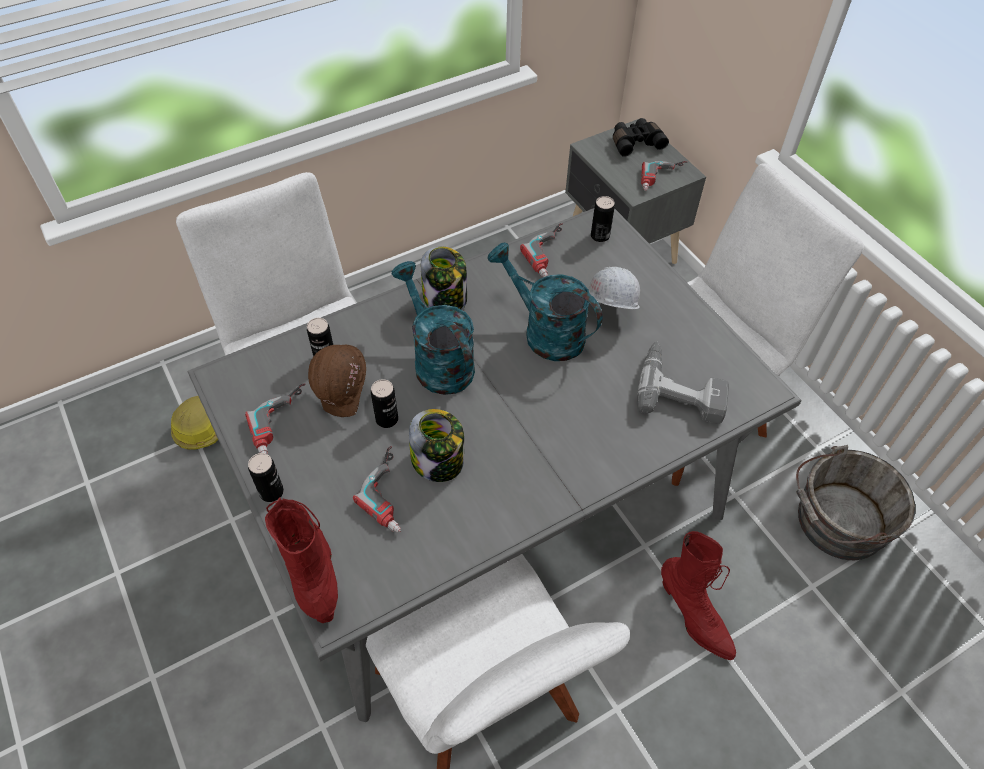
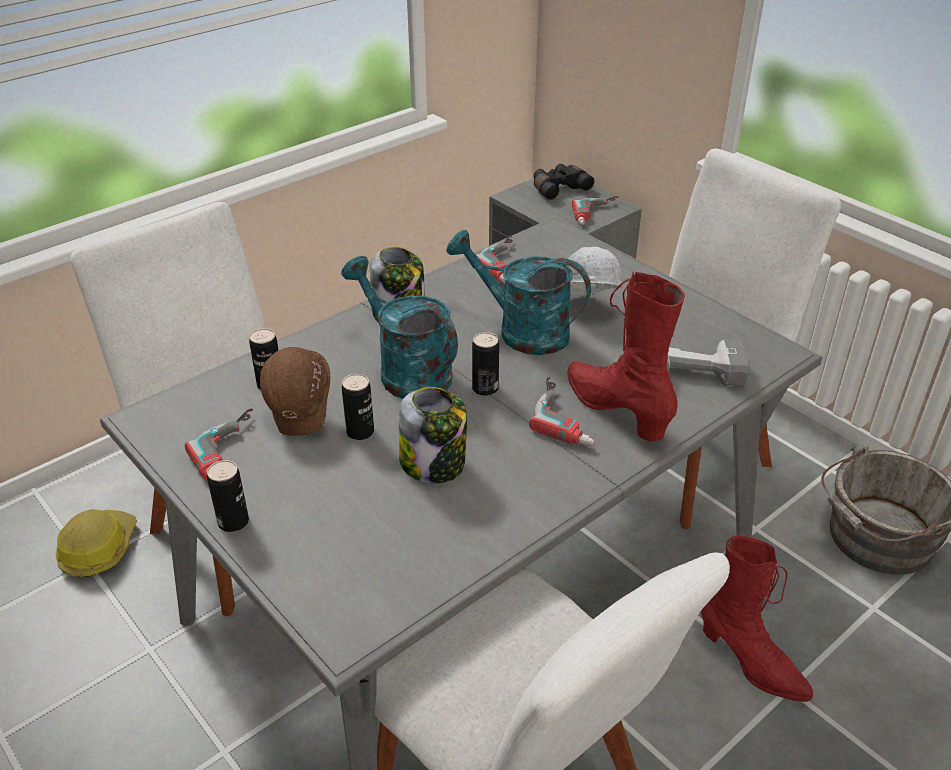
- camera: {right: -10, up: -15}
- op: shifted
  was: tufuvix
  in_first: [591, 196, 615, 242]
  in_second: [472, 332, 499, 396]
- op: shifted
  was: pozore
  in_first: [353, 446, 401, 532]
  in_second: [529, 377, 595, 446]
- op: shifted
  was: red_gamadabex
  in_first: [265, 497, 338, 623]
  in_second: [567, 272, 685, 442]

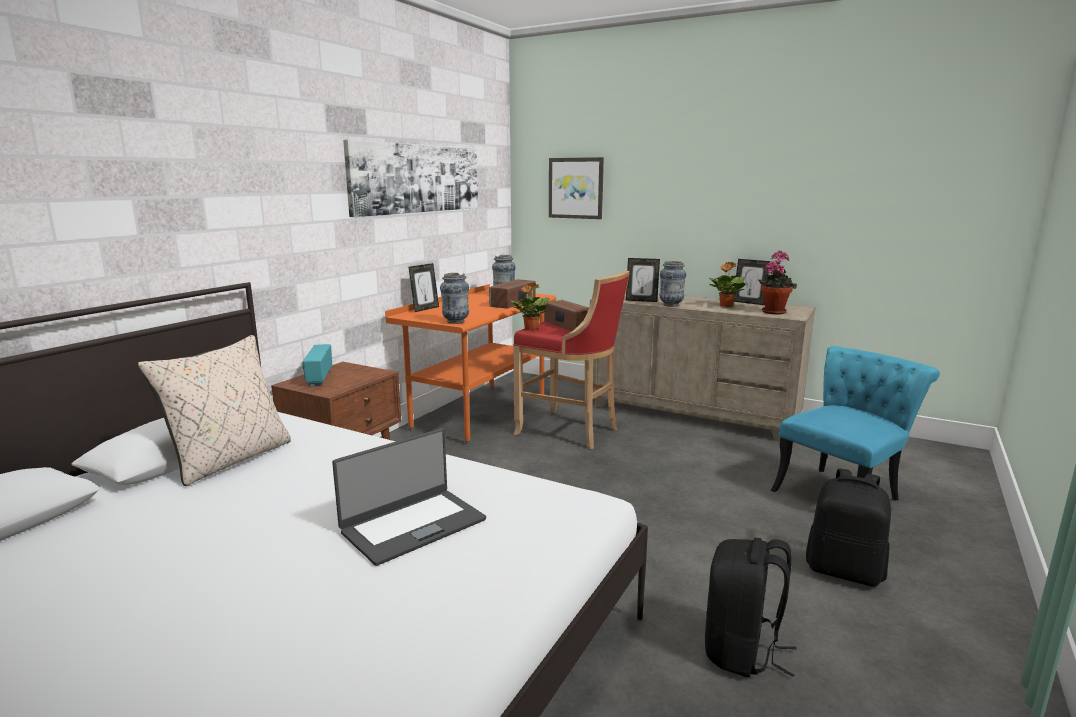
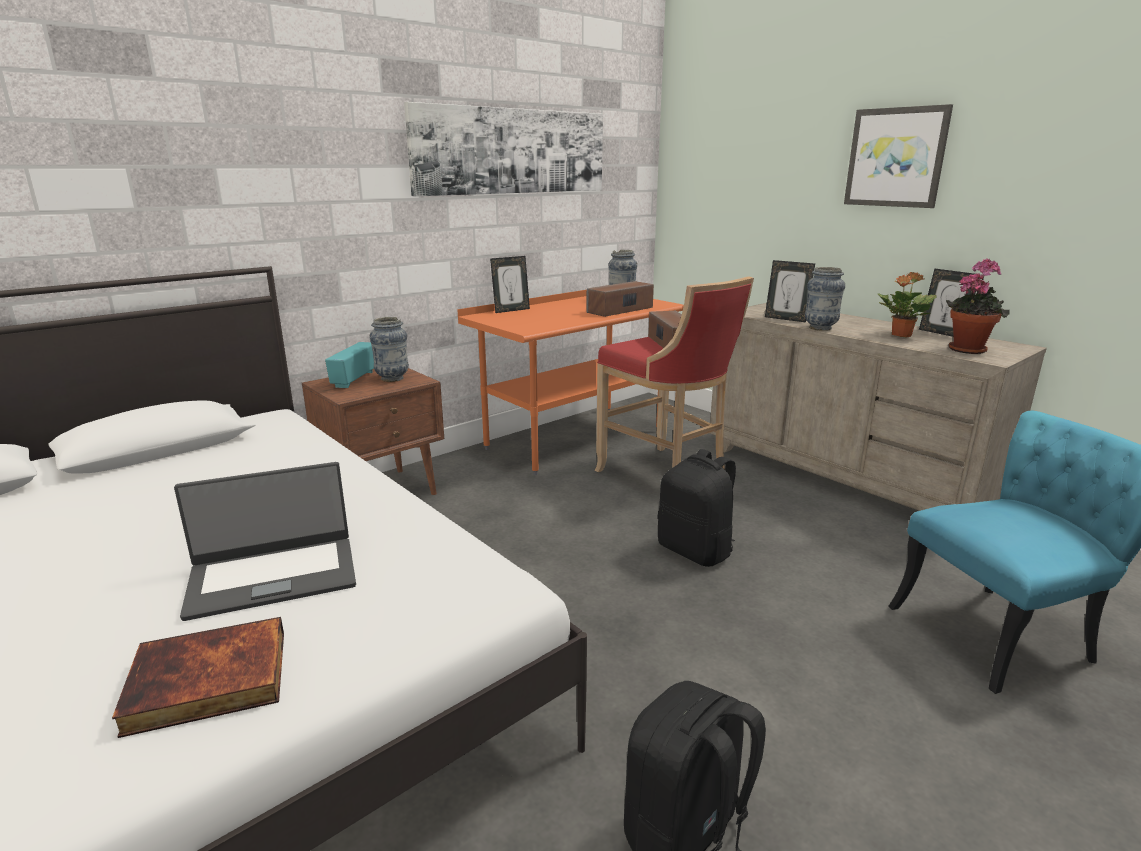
- camera: {right: 20, up: 5}
- op: shifted
  was: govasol
  in_first: [549, 157, 604, 219]
  in_second: [844, 104, 953, 208]
- op: shifted
  was: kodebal
  in_first: [440, 273, 469, 324]
  in_second: [369, 317, 409, 382]
- op: gone
  was: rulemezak
  in_first: [510, 282, 549, 330]
- op: gone
  was: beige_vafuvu
  in_first: [138, 335, 291, 486]
- op: shifted
  was: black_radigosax
  in_first: [806, 469, 891, 587]
  in_second: [658, 449, 736, 567]
- op: new
  now: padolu
  in_second: [112, 617, 284, 738]

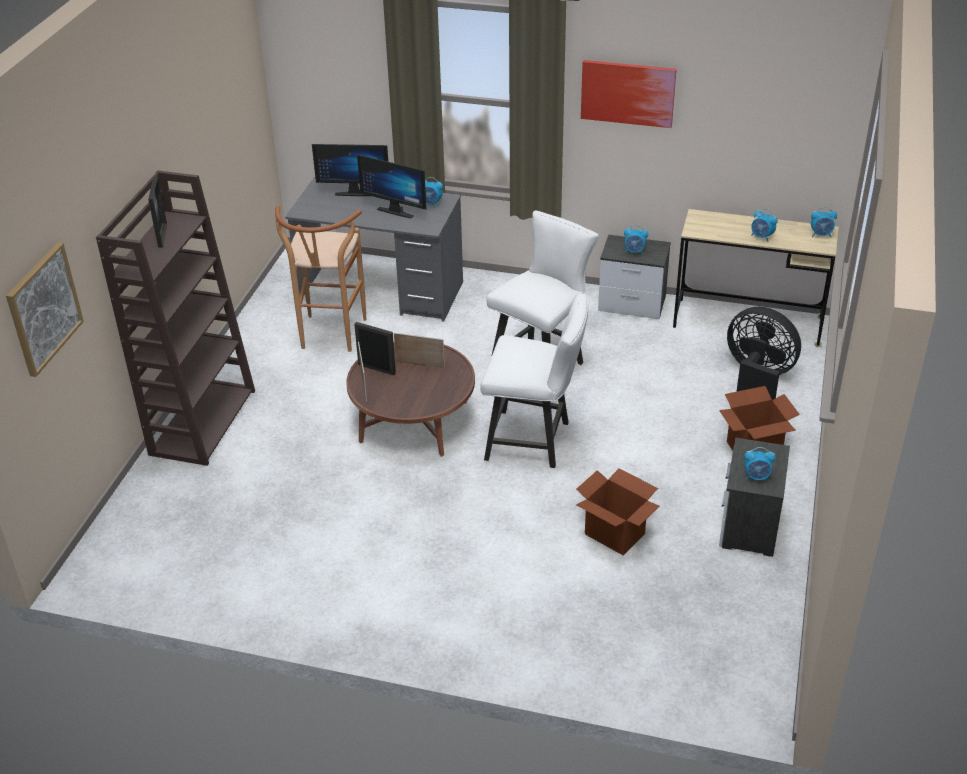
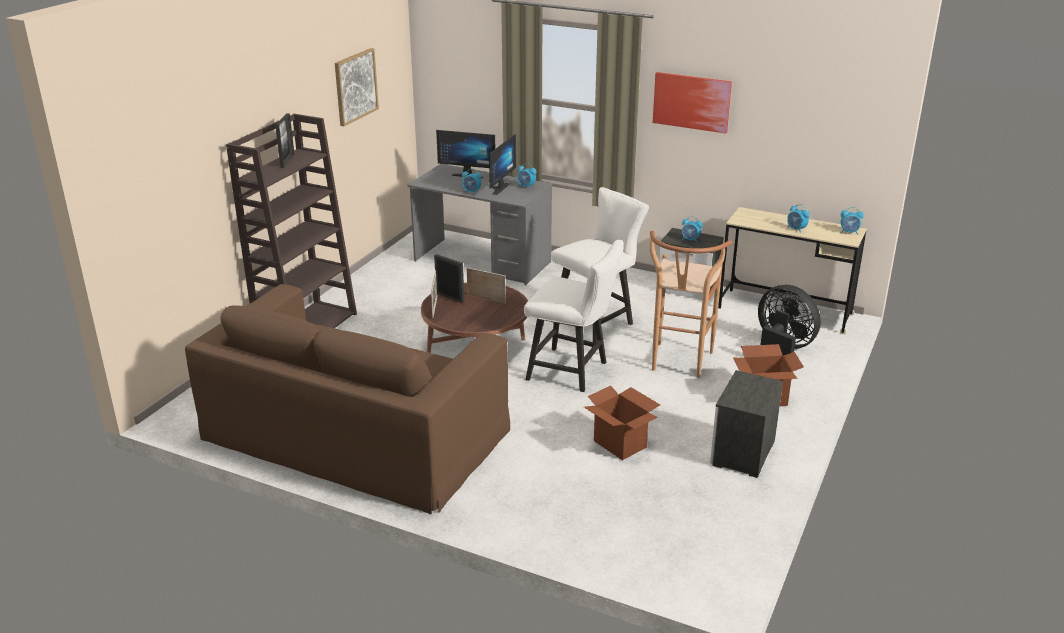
- camera: {right: 10, up: -10}
- op: rotated
  was: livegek
  in_first: [357, 154, 427, 219]
  in_second: [489, 134, 516, 195]
  clockwise: -105
- op: shifted
  was: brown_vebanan
  in_first: [275, 206, 366, 352]
  in_second: [650, 230, 732, 378]
- op: shifted
  was: govasol
  in_first: [6, 242, 84, 377]
  in_second: [335, 48, 379, 126]
- op: shifted
  was: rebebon
  in_first: [744, 447, 776, 481]
  in_second: [462, 169, 482, 194]
- op: new
  now: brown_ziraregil
  in_second: [185, 284, 510, 514]

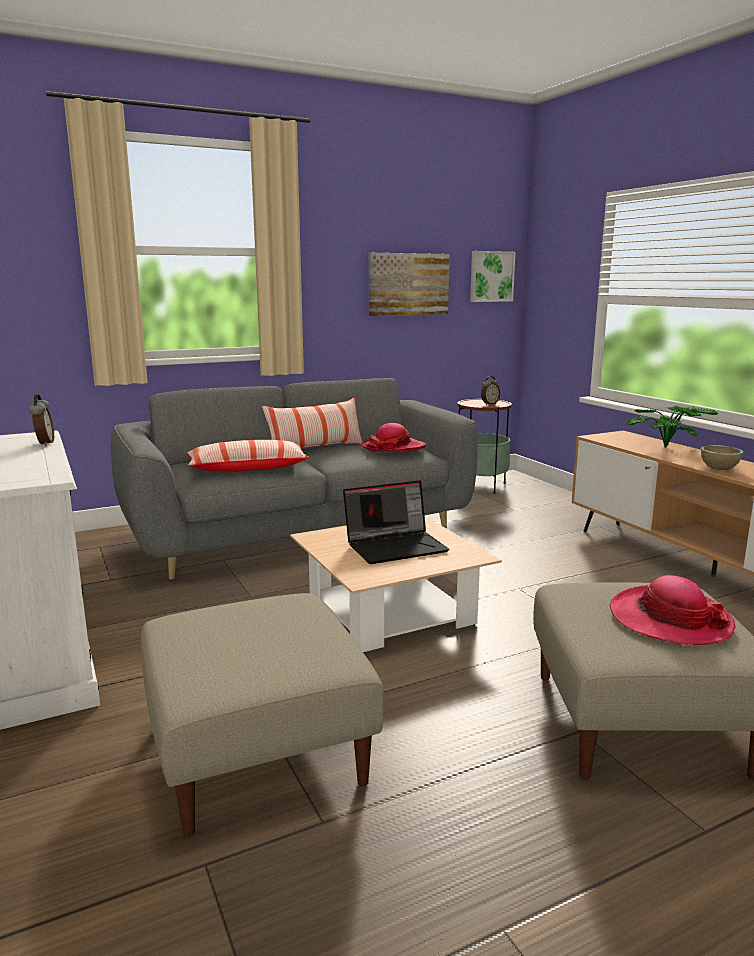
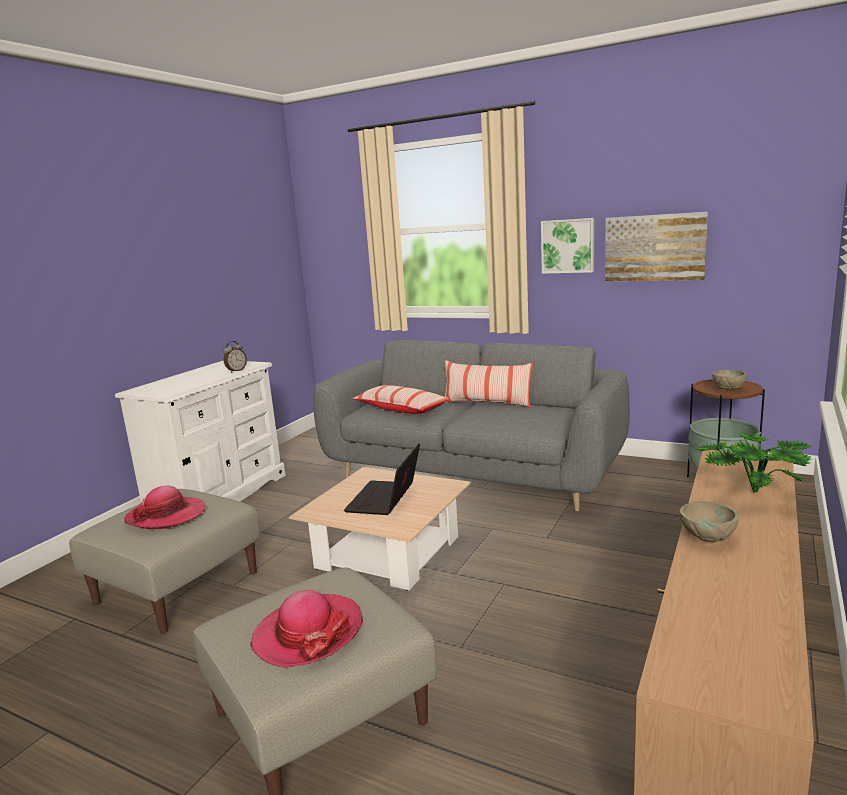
- camera: {right: 55, up: 0}
- op: shifted
  was: govasol
  in_first: [470, 251, 516, 302]
  in_second: [541, 218, 594, 274]
- op: swapped
  was: rebebon
  now: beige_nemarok
  in_first: [481, 376, 500, 405]
  in_second: [712, 370, 747, 390]
- op: shifted
  was: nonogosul
  in_first: [361, 423, 426, 453]
  in_second: [124, 485, 206, 529]
- op: rotated
  was: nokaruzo
  in_first: [343, 480, 449, 564]
  in_second: [344, 443, 420, 515]
  clockwise: 75

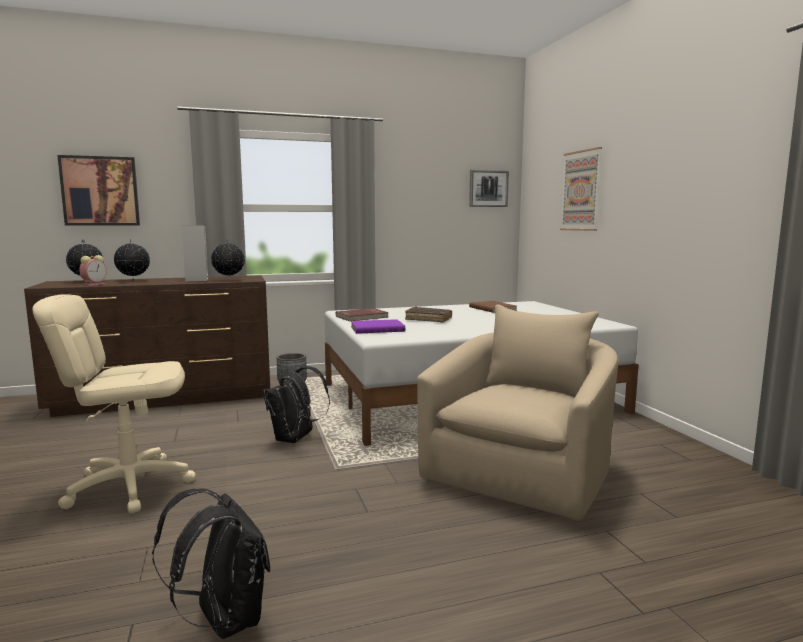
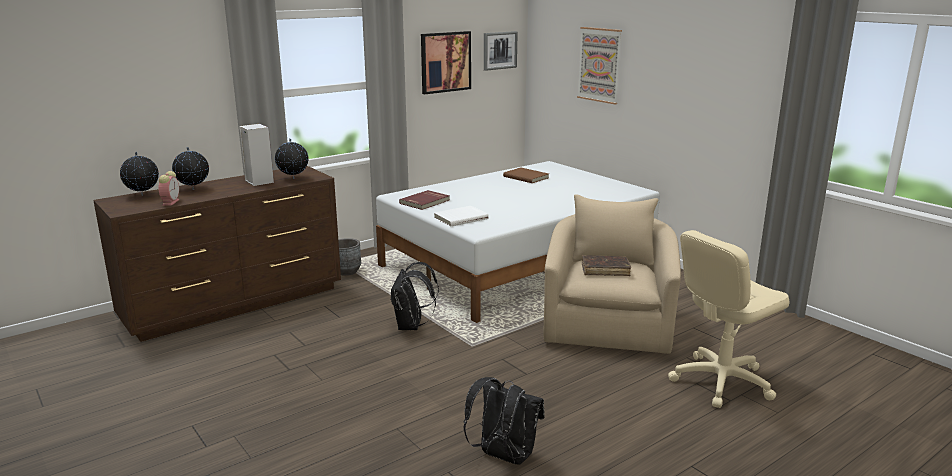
- camera: {right: -20, up: 10}
- op: shifted
  was: govasol
  in_first: [57, 155, 140, 226]
  in_second: [421, 31, 471, 94]
- op: shifted
  was: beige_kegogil
  in_first: [32, 294, 196, 513]
  in_second: [668, 230, 790, 408]
- op: shifted
  was: brown_padolu
  in_first: [405, 307, 452, 323]
  in_second: [582, 255, 631, 276]
- op: repainted
  was: purple_padolu
  now: white_padolu
  in_first: [351, 319, 405, 334]
  in_second: [434, 206, 489, 227]

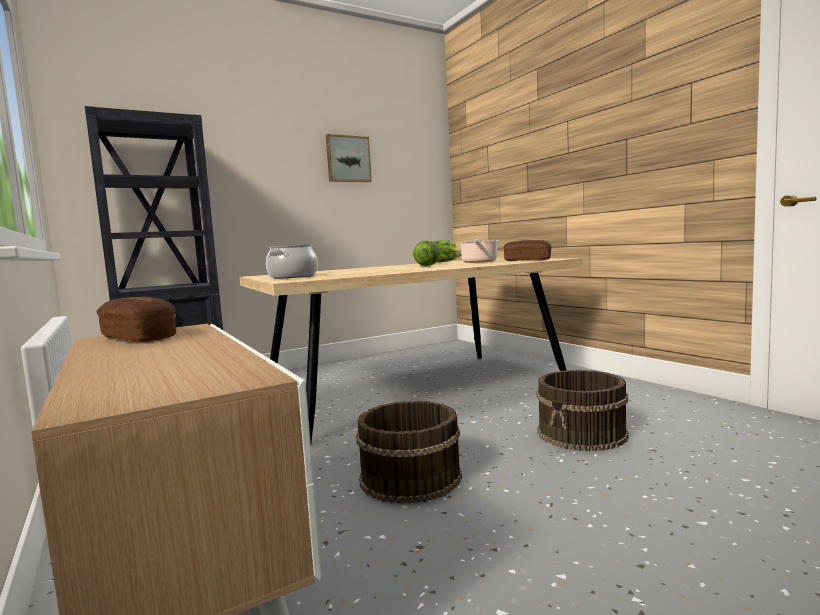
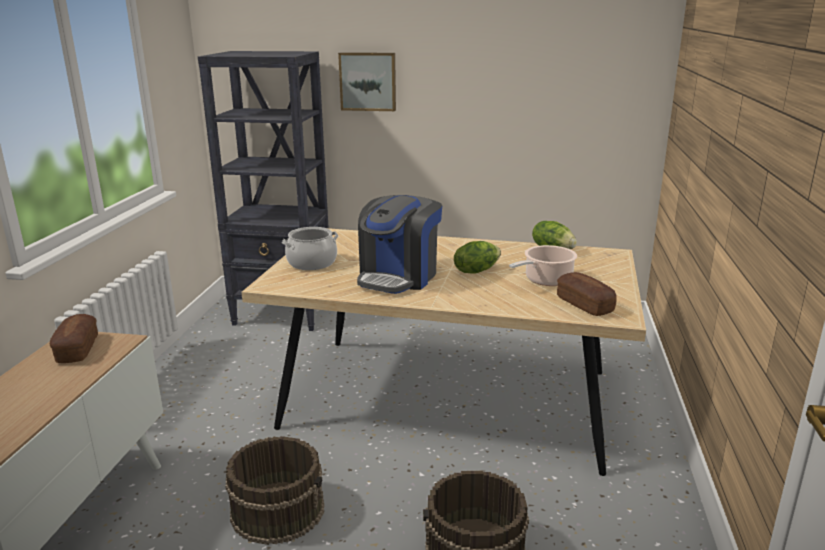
- camera: {right: 40, up: 15}
- op: shifted
  was: govasol
  in_first: [326, 134, 372, 182]
  in_second: [338, 52, 396, 111]
- op: new
  now: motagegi
  in_second: [357, 195, 442, 294]

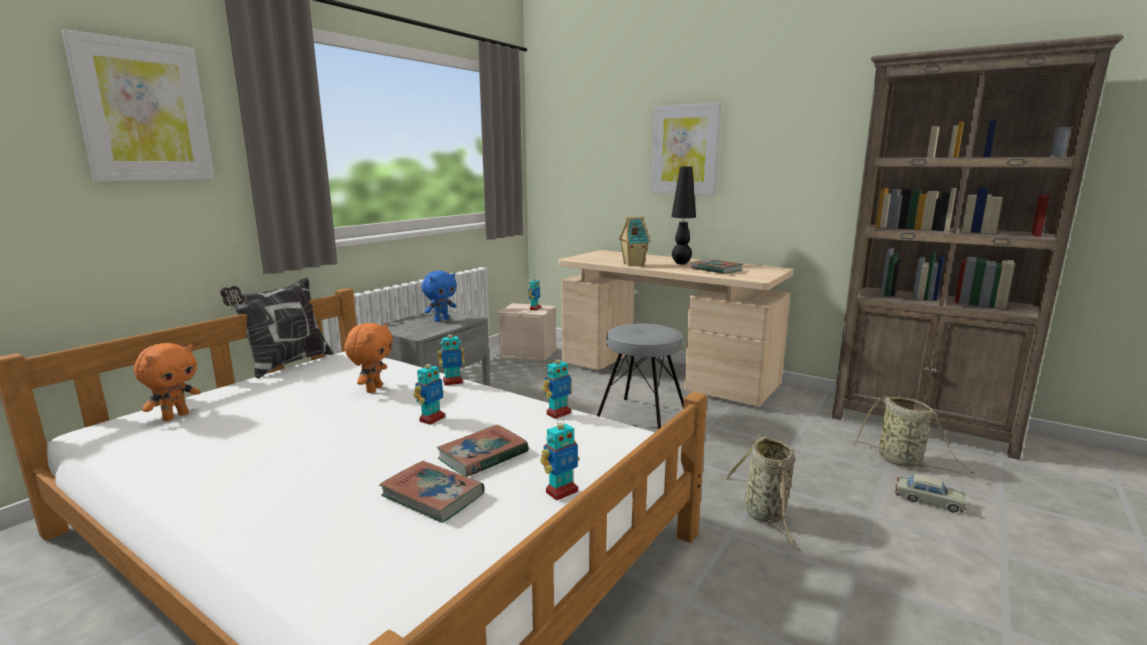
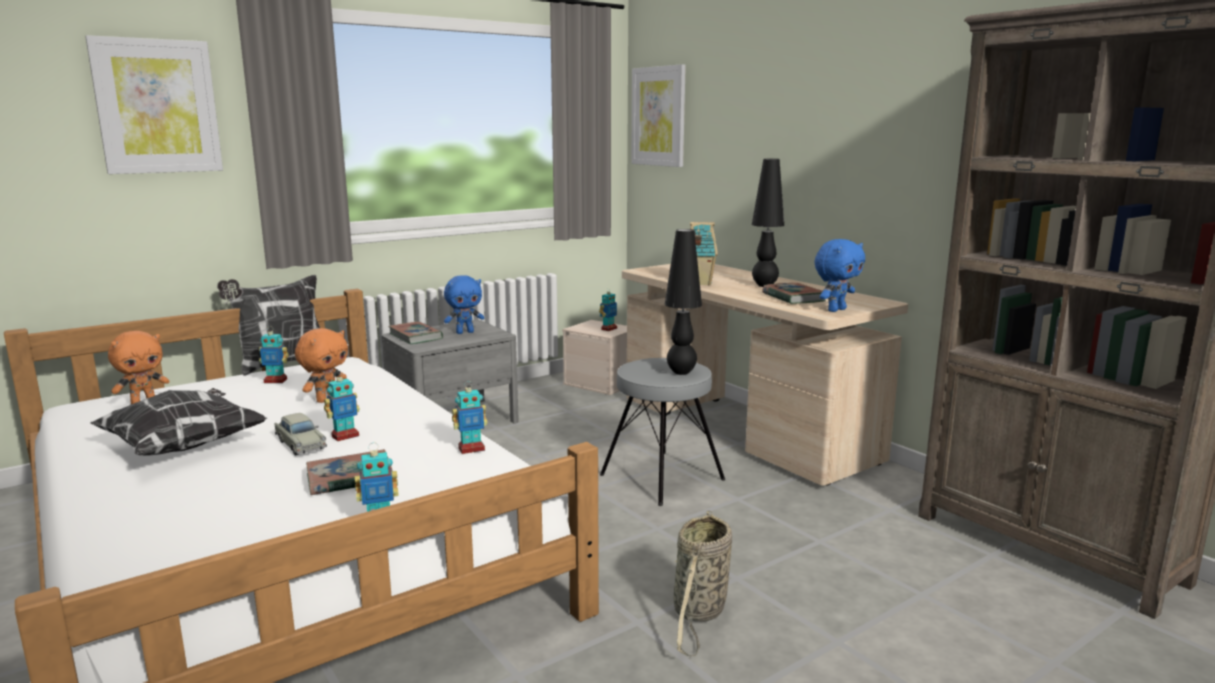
- camera: {right: 20, up: 0}
- op: shifted
  was: govasol
  in_first: [651, 103, 721, 195]
  in_second: [631, 64, 686, 167]
- op: shifted
  was: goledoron
  in_first: [438, 329, 465, 386]
  in_second: [259, 327, 289, 383]
- op: gone
  was: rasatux
  in_first: [854, 396, 974, 474]
- op: shifted
  was: padolu
  in_first: [379, 461, 485, 523]
  in_second: [388, 322, 443, 344]
- op: shifted
  was: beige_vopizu
  in_first: [895, 474, 966, 513]
  in_second: [274, 413, 327, 455]
- op: new
  now: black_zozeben
  in_second: [665, 229, 702, 375]
- op: new
  now: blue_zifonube
  in_second: [814, 239, 865, 312]
- op: new
  now: vafuvu
  in_second: [90, 388, 267, 456]

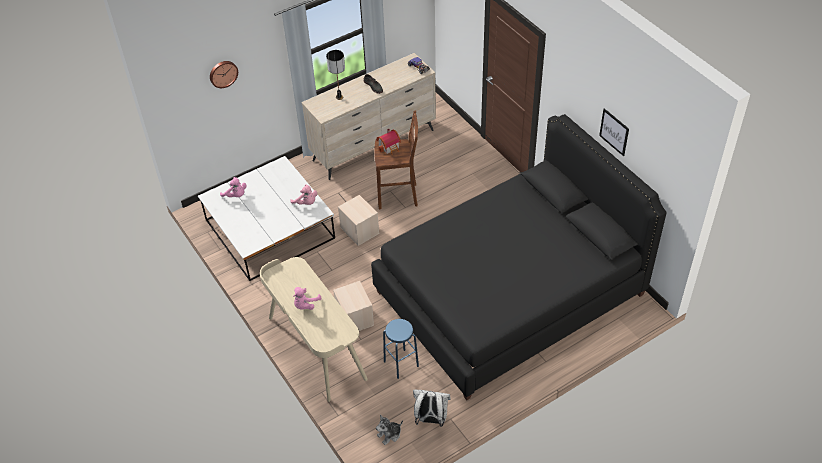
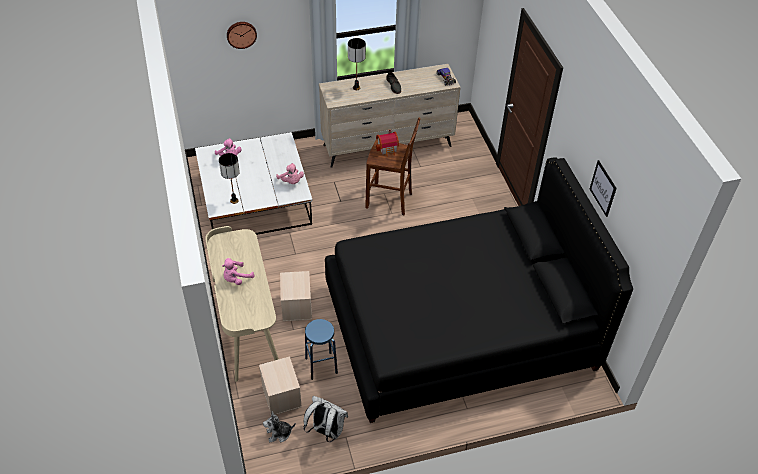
- camera: {right: 15, up: 0}
- op: shifted
  was: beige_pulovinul
  in_first: [338, 195, 380, 246]
  in_second: [259, 356, 302, 415]
- op: new
  now: zozeben
  in_second: [219, 153, 240, 204]

